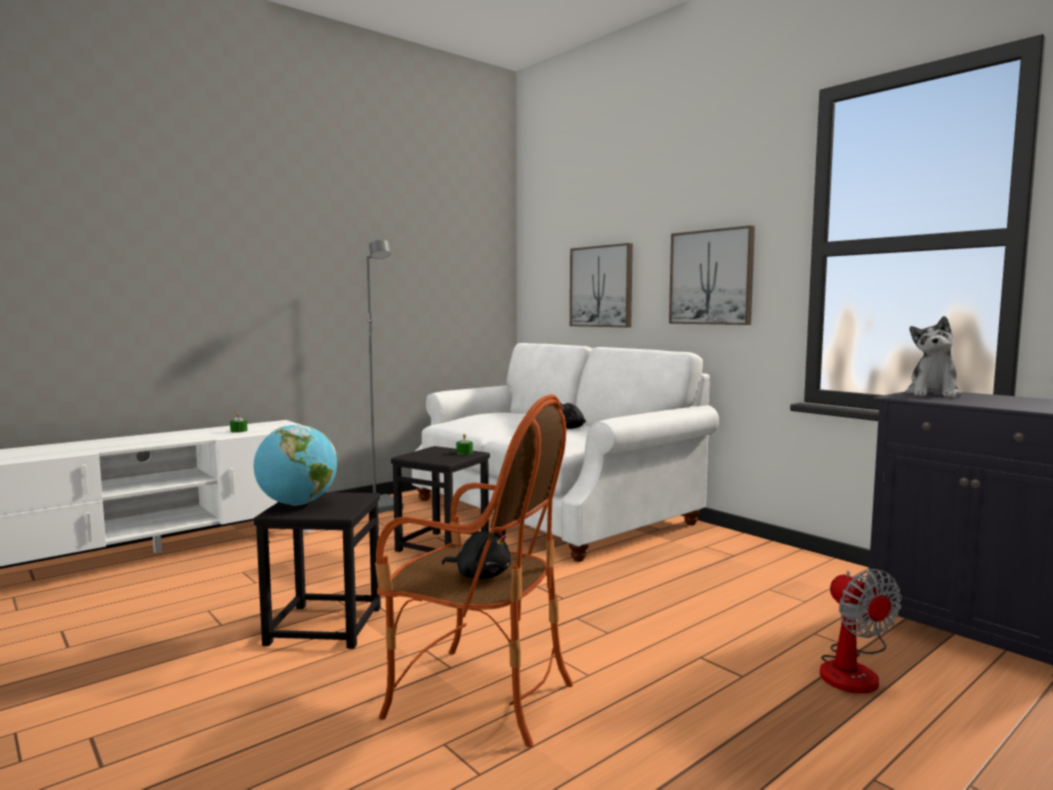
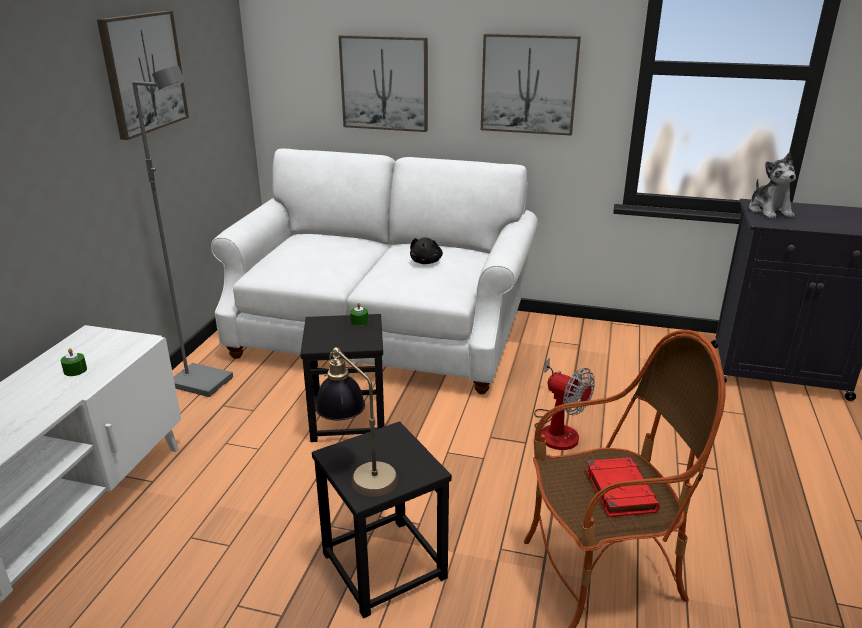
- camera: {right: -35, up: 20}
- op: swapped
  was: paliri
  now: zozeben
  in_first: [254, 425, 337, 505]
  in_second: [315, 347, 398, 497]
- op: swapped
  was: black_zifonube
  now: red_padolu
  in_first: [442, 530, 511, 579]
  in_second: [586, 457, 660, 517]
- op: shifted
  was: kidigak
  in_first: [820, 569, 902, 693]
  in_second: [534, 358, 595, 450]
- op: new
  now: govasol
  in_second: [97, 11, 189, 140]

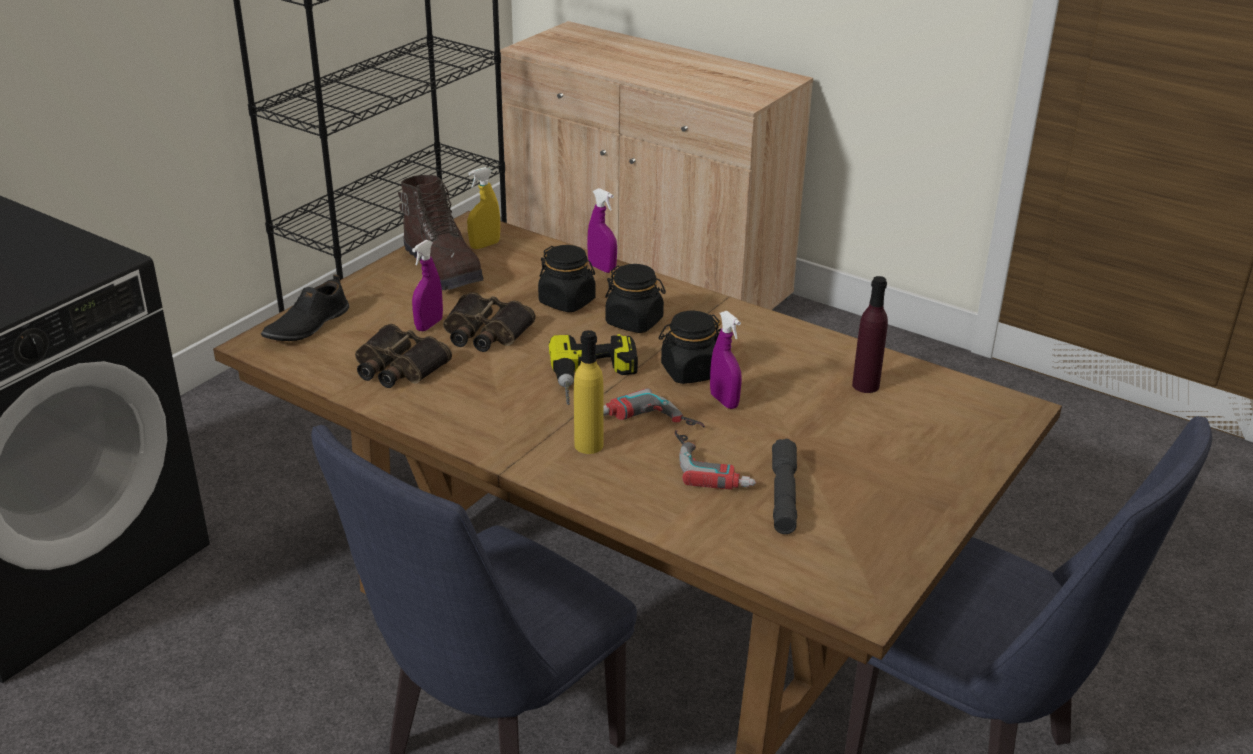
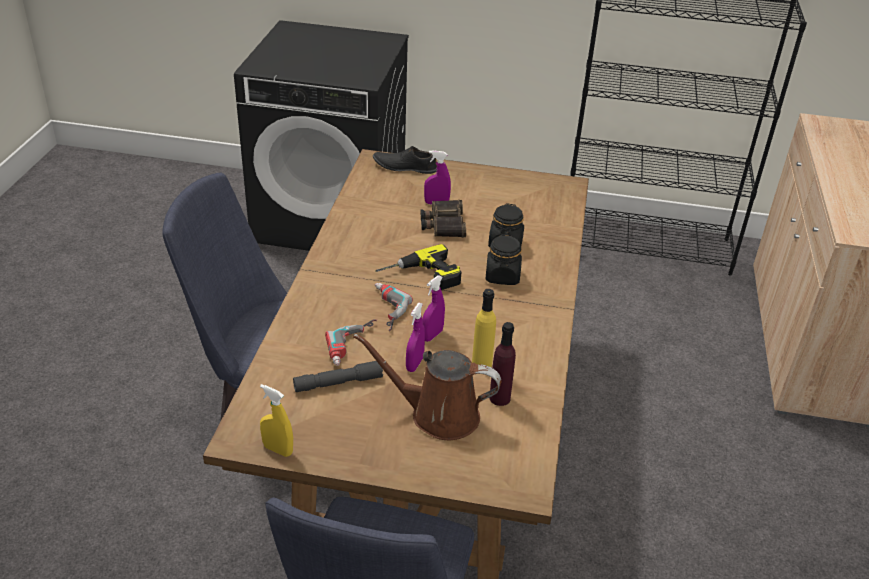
- camera: {right: 65, up: 5}
- op: shifted
  was: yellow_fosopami
  in_first: [467, 167, 500, 249]
  in_second: [260, 384, 293, 457]
- op: gone
  was: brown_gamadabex
  in_first: [398, 175, 484, 290]
- op: shifted
  was: purple_fosopami
  in_first: [587, 188, 617, 273]
  in_second: [406, 303, 425, 372]
- op: gone
  was: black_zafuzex
  in_first: [659, 311, 721, 384]
- op: gone
  was: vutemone
  in_first: [355, 324, 452, 388]
- op: shifted
  was: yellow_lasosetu
  in_first: [574, 330, 603, 454]
  in_second: [472, 289, 496, 367]
- op: new
  now: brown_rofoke
  in_second: [353, 333, 501, 440]

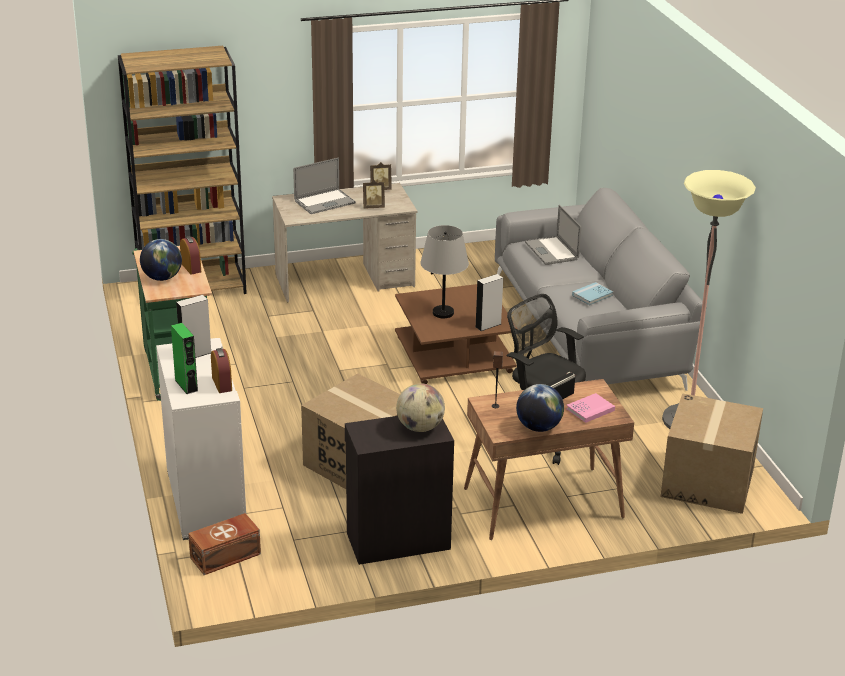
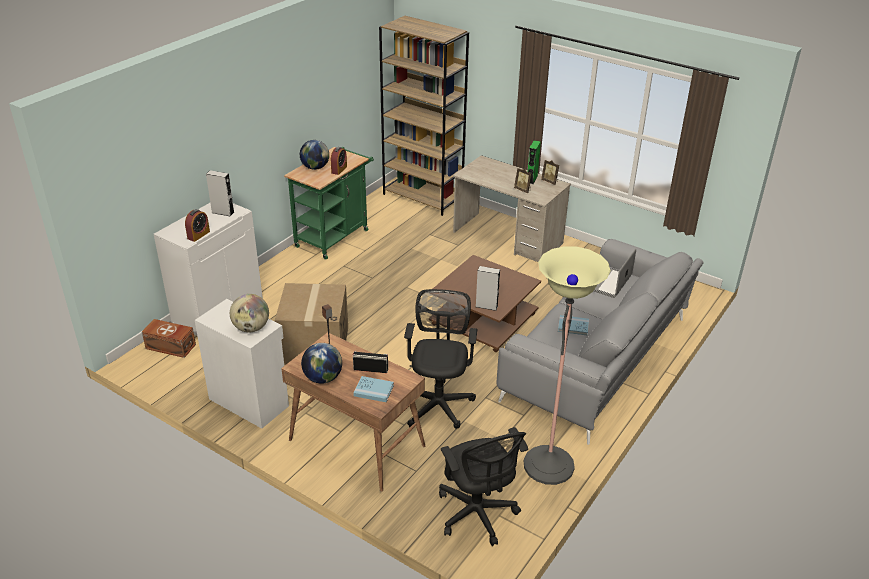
- camera: {right: 50, up: 5}
- op: gone
  was: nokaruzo
  in_first: [293, 158, 356, 214]
- op: gone
  was: grey_zozeben
  in_first: [420, 225, 469, 318]
- op: shifted
  was: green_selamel
  in_first: [171, 323, 198, 394]
  in_second: [527, 140, 541, 184]
- op: repainted
  was: pink_padolu
  now: blue_padolu
  in_first: [566, 393, 615, 423]
  in_second: [353, 376, 394, 402]
- op: swapped
  was: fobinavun
  now: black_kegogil
  in_first: [661, 393, 763, 514]
  in_second: [439, 427, 528, 546]
- op: repainted
  was: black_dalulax
  now: white_dalulax
  in_first: [345, 416, 454, 565]
  in_second: [195, 299, 289, 428]

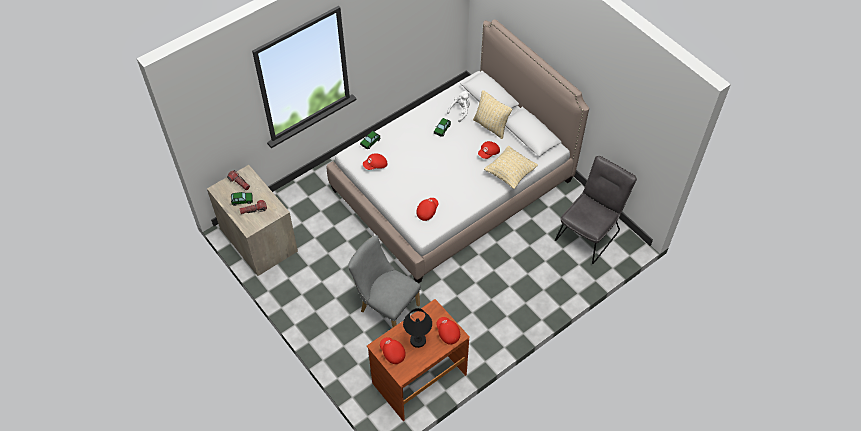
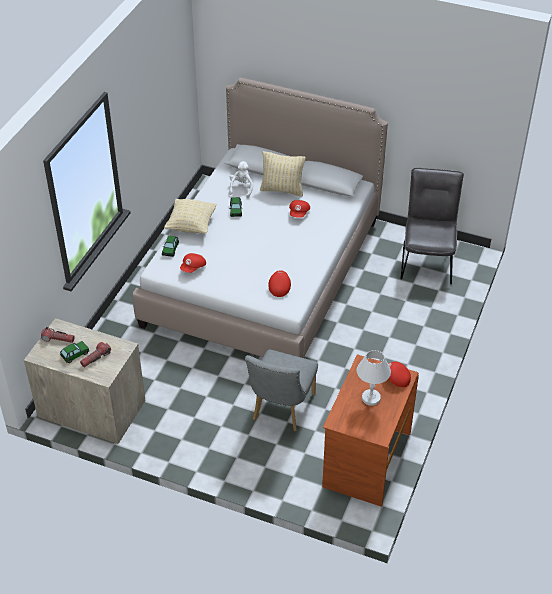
- camera: {right: -30, up: -10}
- op: shifted
  was: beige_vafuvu
  in_first: [484, 146, 538, 189]
  in_second: [164, 199, 217, 234]
- op: rotated
  was: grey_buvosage
  in_first: [348, 235, 421, 328]
  in_second: [245, 349, 318, 431]
  clockwise: -75
- op: repainted
  was: black_zozeben
  now: white_zozeben
  in_first: [403, 308, 432, 348]
  in_second: [357, 350, 391, 406]
- op: gone
  was: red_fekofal
  in_first: [380, 337, 406, 364]

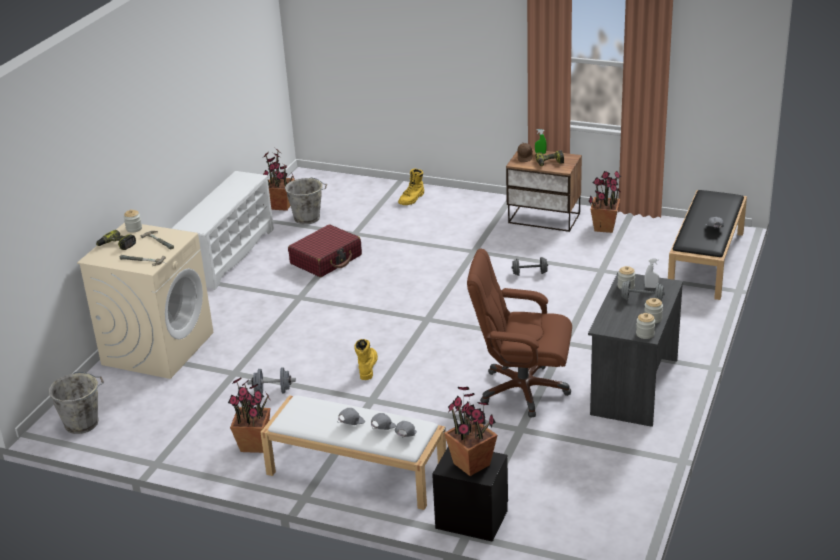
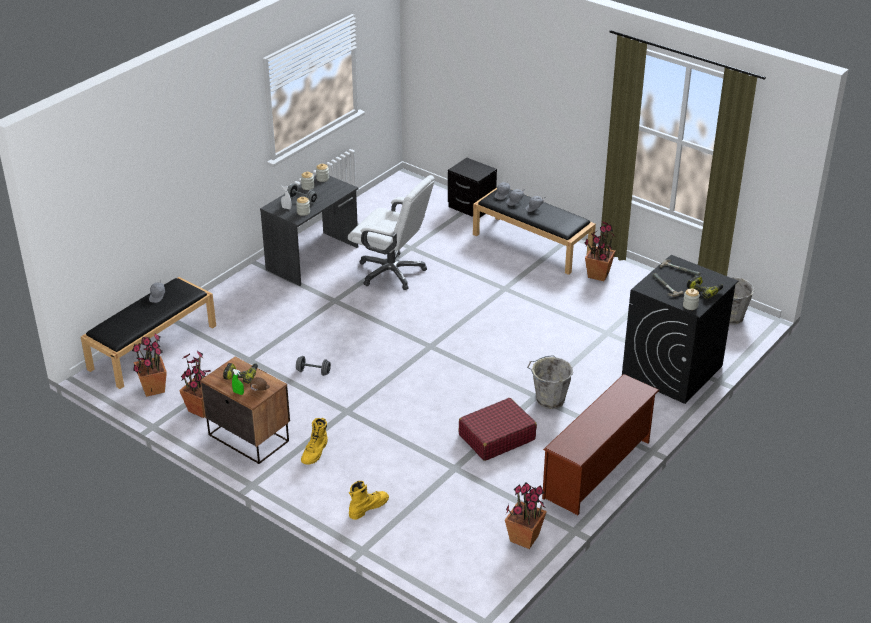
- camera: {right: -165, up: 5}
- op: repainted
  was: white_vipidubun
  now: brown_vipidubun
  in_first: [171, 171, 274, 290]
  in_second: [542, 374, 659, 515]
- op: shifted
  was: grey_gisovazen
  in_first: [285, 177, 327, 225]
  in_second: [527, 355, 573, 409]
- op: repainted
  was: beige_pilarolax
  now: black_pilarolax
  in_first: [77, 222, 213, 379]
  in_second: [622, 255, 738, 404]
- op: repainted
  was: brown_kegogil
  now: white_kegogil
  in_first: [467, 249, 572, 418]
  in_second: [348, 175, 435, 290]
- op: shifted
  was: yellow_gamadabex
  in_first: [354, 339, 378, 380]
  in_second: [301, 418, 328, 465]
- op: gone
  was: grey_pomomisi
  in_first: [247, 367, 296, 394]
- op: shifted
  was: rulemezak
  in_first: [444, 387, 497, 476]
  in_second: [132, 333, 167, 397]
- op: repainted
  was: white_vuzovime
  now: black_vuzovime
  in_first: [260, 395, 446, 510]
  in_second: [473, 188, 596, 275]

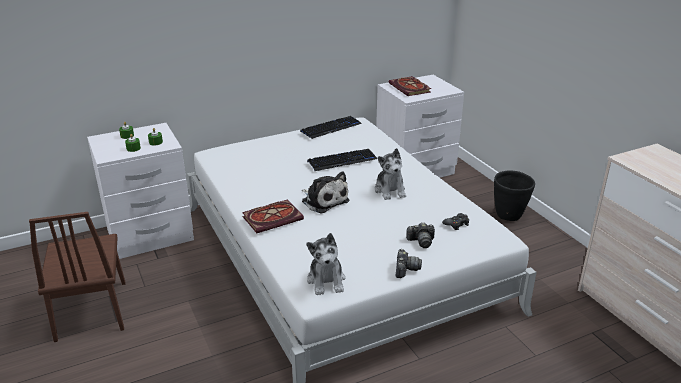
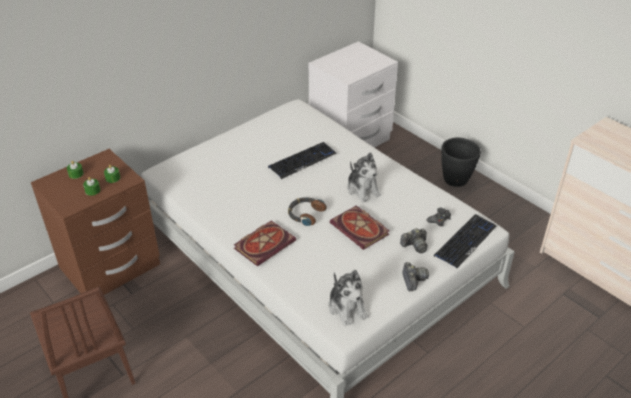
- camera: {right: -15, up: 10}
- op: shifted
  was: padolu
  in_first: [389, 76, 431, 96]
  in_second: [330, 206, 389, 250]
- op: shifted
  was: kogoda
  in_first: [300, 116, 362, 139]
  in_second: [434, 214, 496, 268]
- op: repainted
  was: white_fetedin
  now: brown_fetedin
  in_first: [87, 123, 194, 259]
  in_second: [31, 149, 160, 295]
- op: swapped
  was: zifonube
  now: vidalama
  in_first: [302, 171, 350, 214]
  in_second: [288, 197, 327, 226]

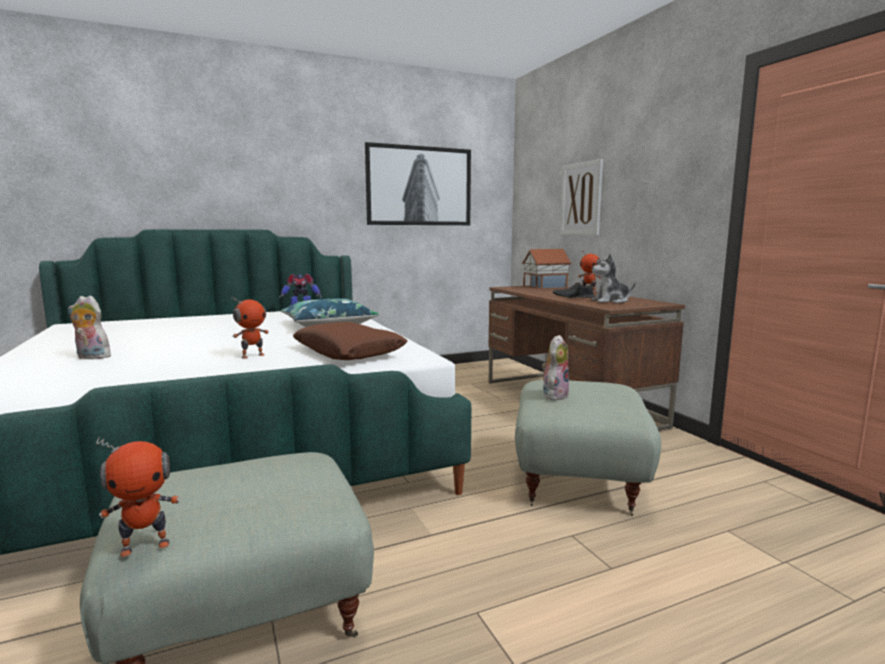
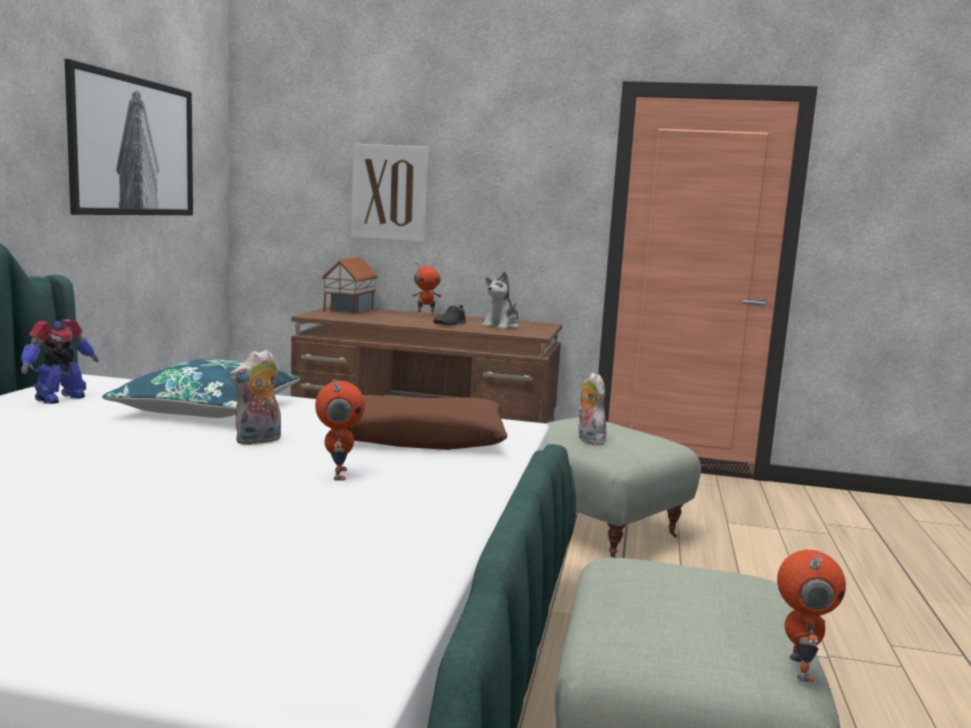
- camera: {right: -55, up: 0}
- op: shifted
  was: zifonube
  in_first: [68, 296, 111, 359]
  in_second: [230, 349, 281, 445]

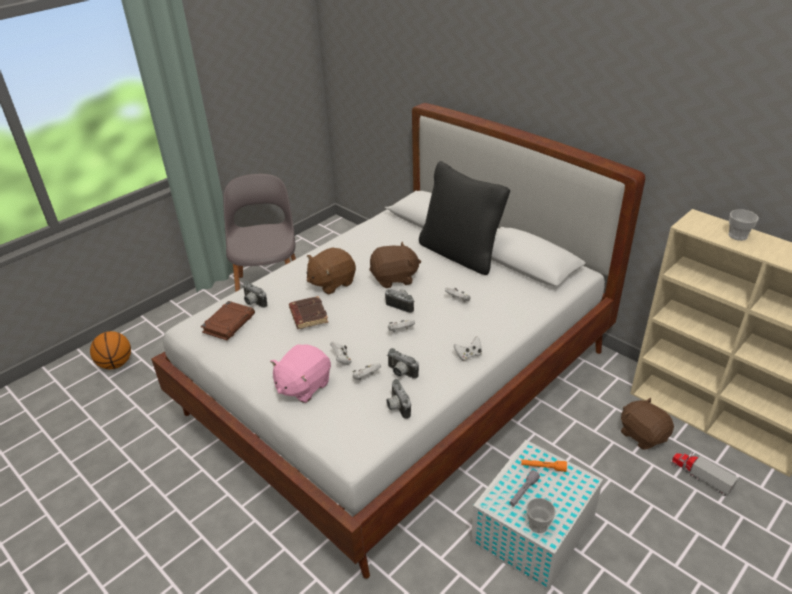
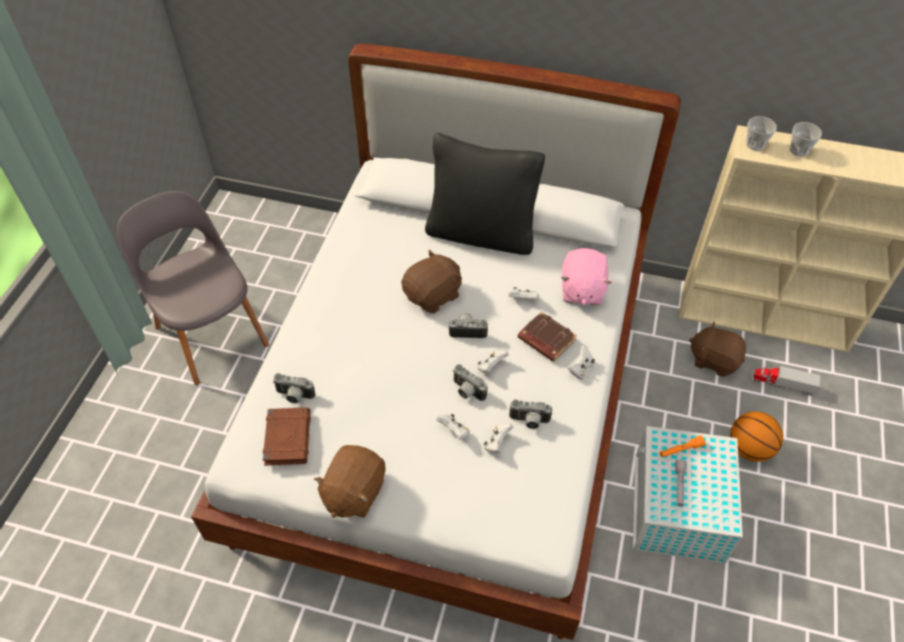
- camera: {right: -30, up: 15}
- op: shifted
  was: brown_zifonube
  in_first: [307, 247, 356, 294]
  in_second: [314, 445, 386, 518]
- op: shifted
  was: brown_padolu
  in_first: [289, 296, 328, 329]
  in_second: [518, 312, 577, 362]
- op: shifted
  was: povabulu
  in_first: [90, 331, 131, 369]
  in_second: [730, 411, 783, 462]
- op: shifted
  was: pink_zifonube
  in_first: [270, 344, 331, 403]
  in_second: [560, 248, 612, 305]
- op: shifted
  was: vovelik
  in_first: [387, 379, 411, 419]
  in_second: [453, 364, 488, 401]
- op: shifted
  was: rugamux
  in_first: [526, 498, 556, 533]
  in_second: [746, 116, 777, 151]

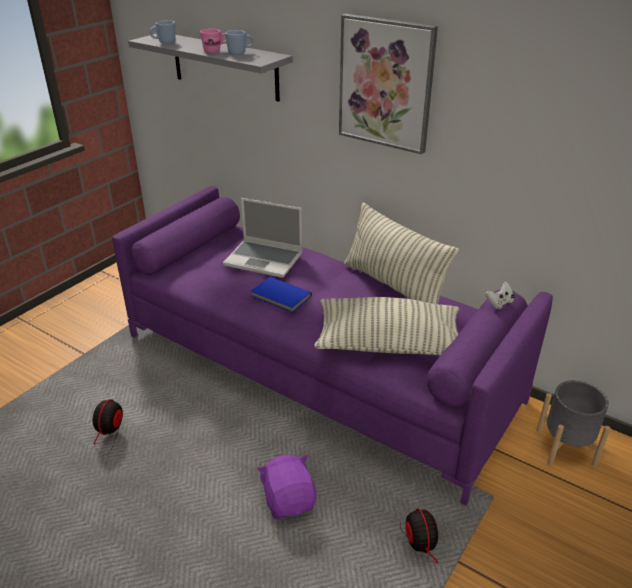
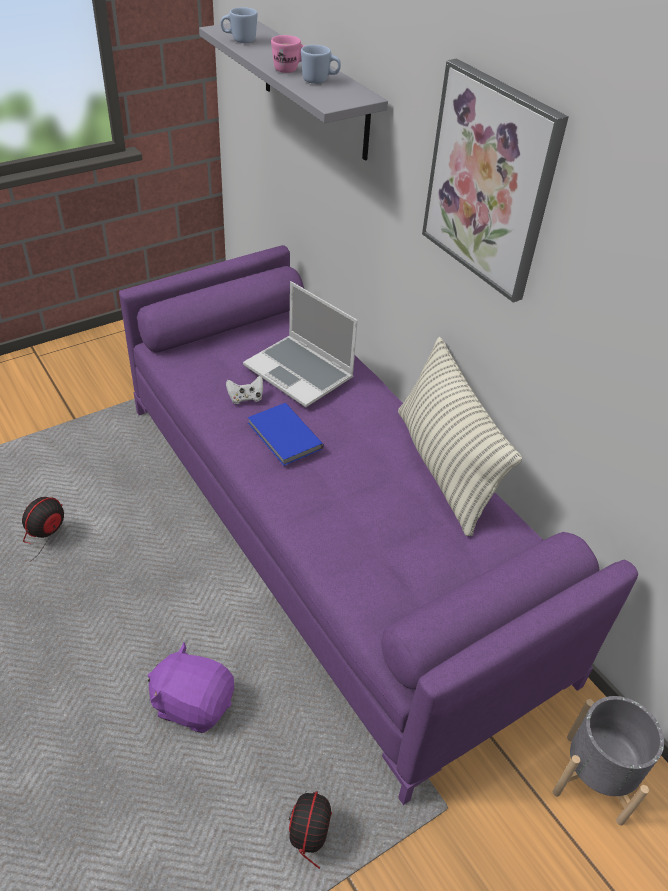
- camera: {right: 20, up: 10}
- op: shifted
  was: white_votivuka
  in_first: [485, 282, 515, 309]
  in_second: [226, 376, 263, 404]
- op: gone
  was: vafuvu
  in_first: [314, 297, 460, 355]
- op: rotated
  was: purple_zifonube
  in_first: [257, 455, 317, 519]
  in_second: [148, 642, 234, 733]
  clockwise: -75

